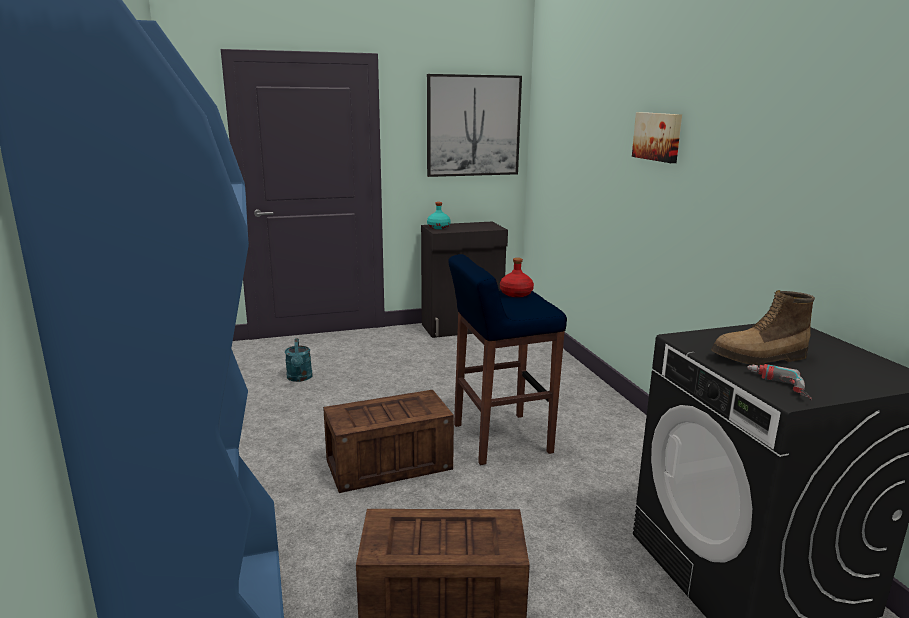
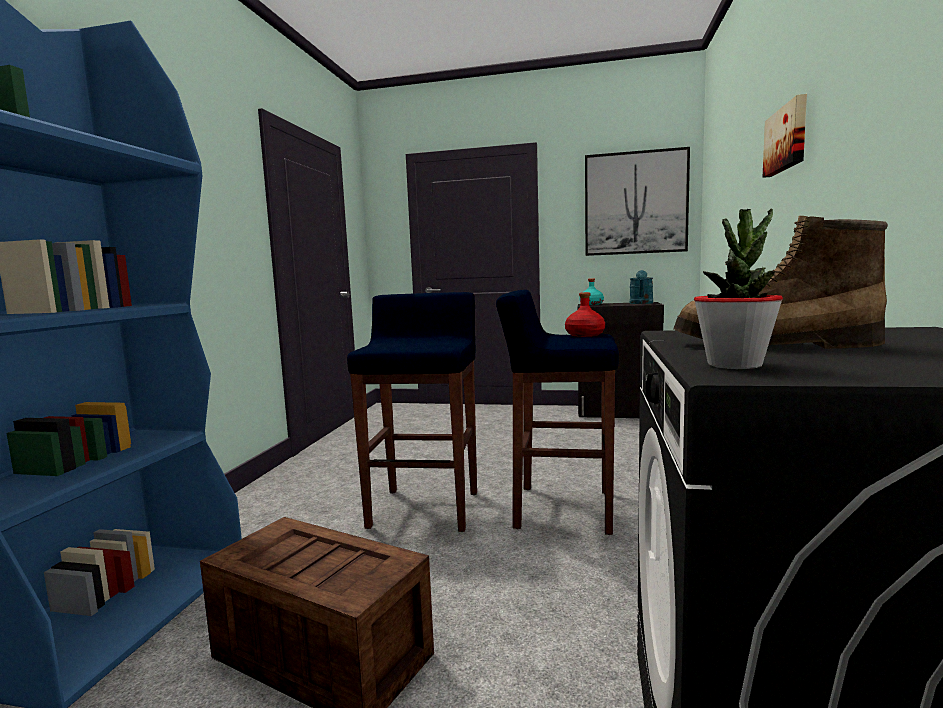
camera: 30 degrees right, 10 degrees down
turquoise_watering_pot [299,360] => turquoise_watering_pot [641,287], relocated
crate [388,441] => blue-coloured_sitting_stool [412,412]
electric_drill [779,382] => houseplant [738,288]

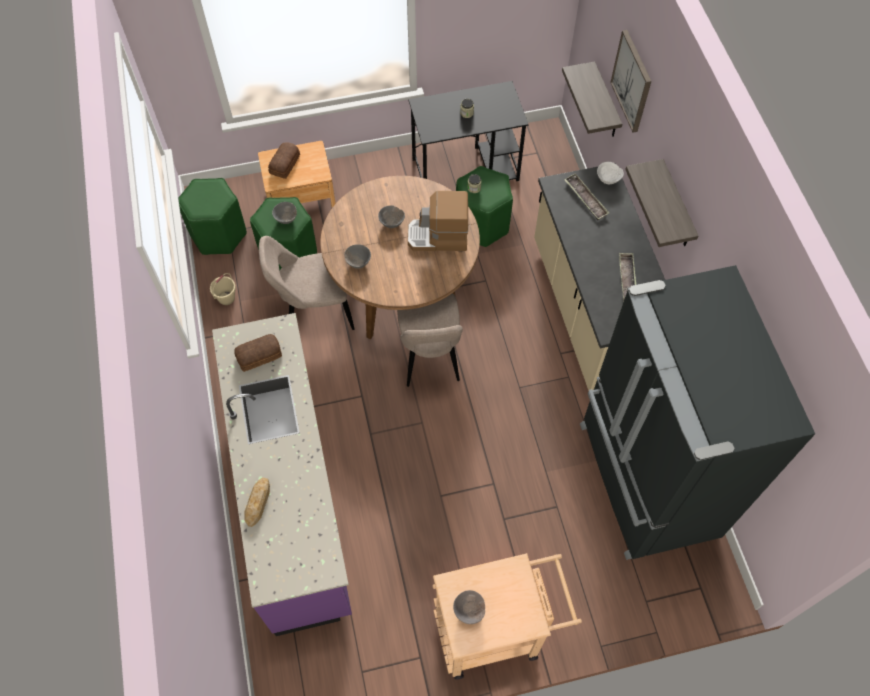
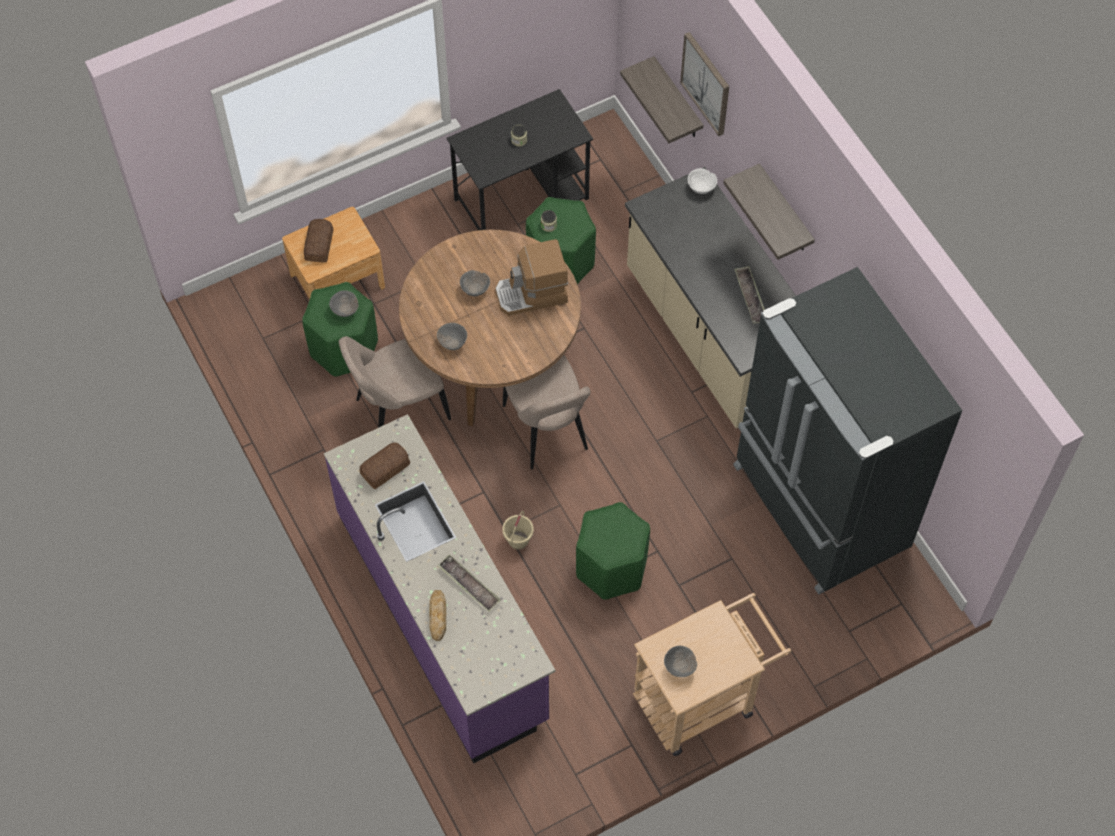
camera: 15 degrees left, 0 degrees up
green-coloured_sitting_stool [212,216] => green-coloured_sitting_stool [613,551], relocated
beige-coloured_water_bucket [223,289] => beige-coloured_water_bucket [518,530], relocated
serving_tray [586,197] => serving_tray [469,583], relocated

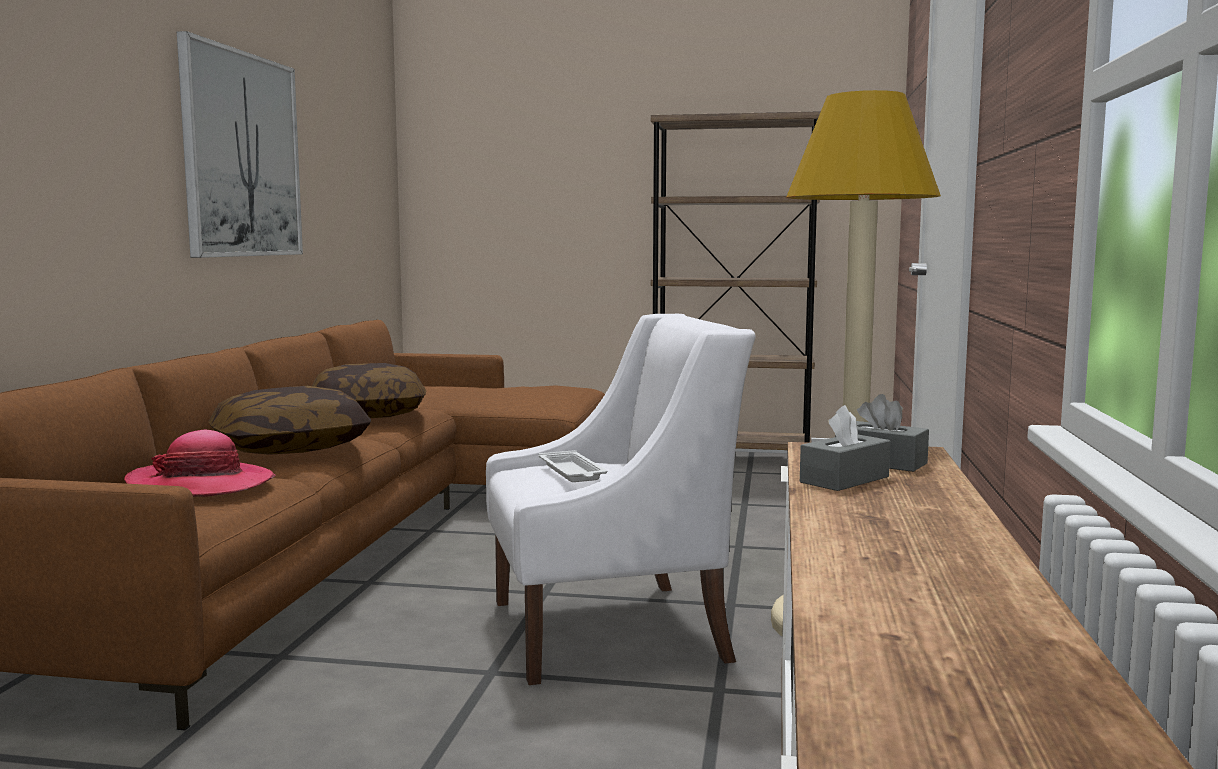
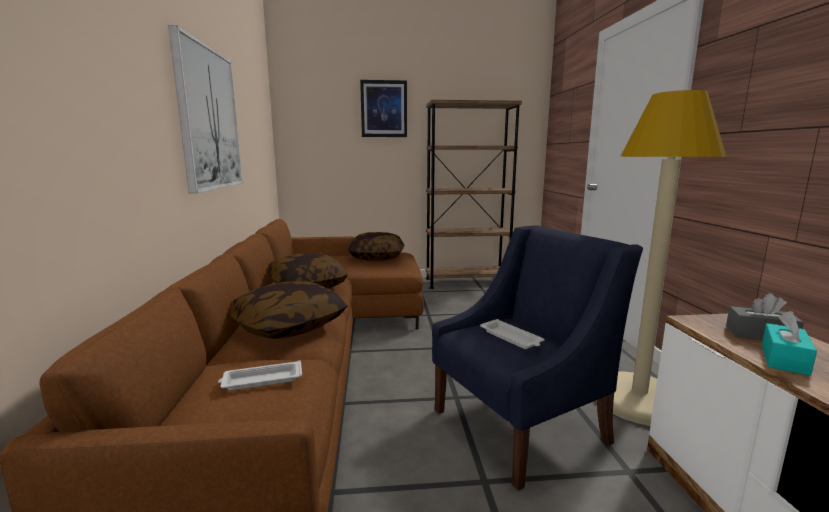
camera: 15 degrees left, 5 degrees up
nothing => cushion [376,246]
nothing => wall_picture [383,108]
wearable_hat [199,463] => white-coloured_serving_tray [260,375]
white-coloured_armchair [621,499] => blue-coloured_armchair [537,358]
greyish_tissue_box [845,448] => turquoise_tissue_box [789,343]

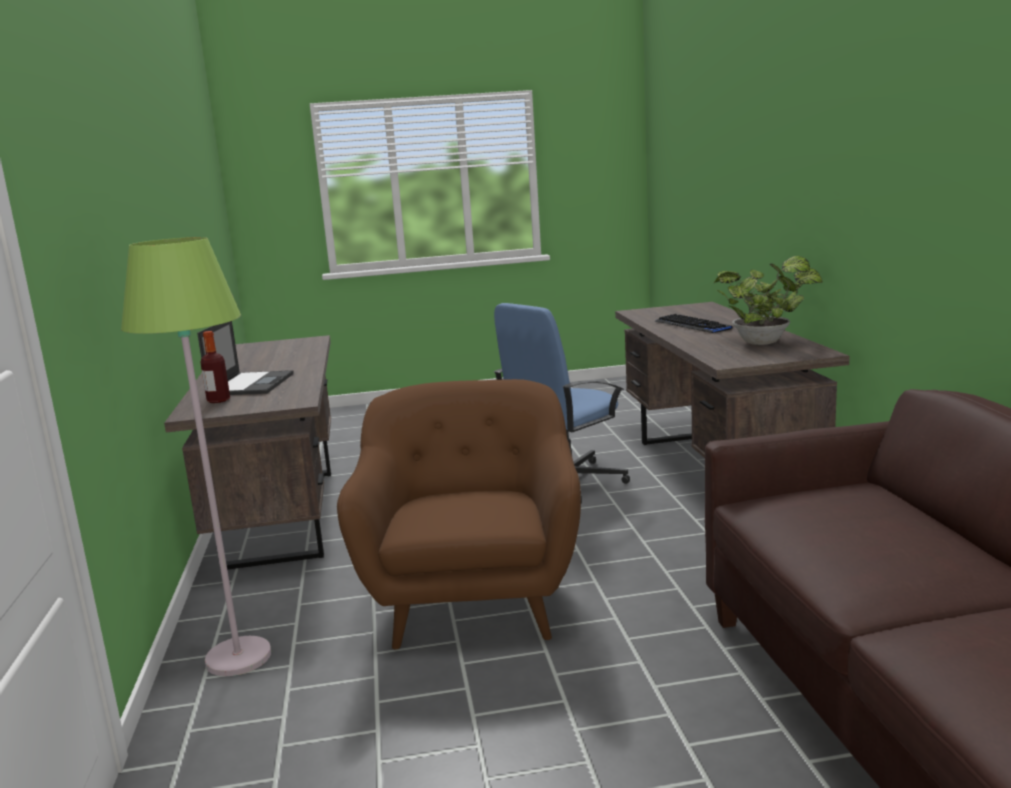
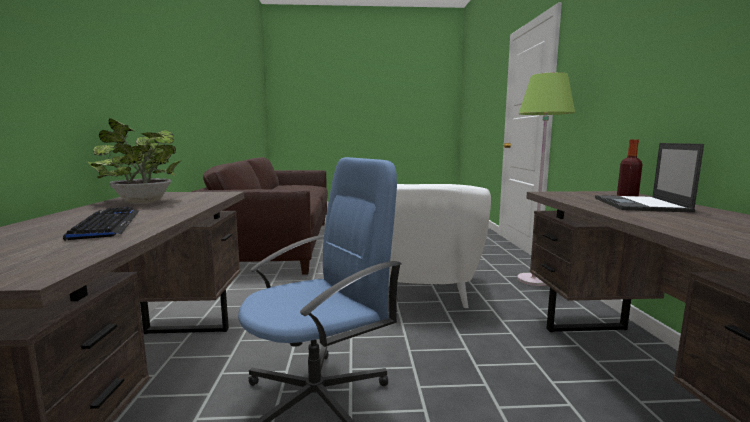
camera: 175 degrees left, 5 degrees down
brown-coloured_armchair [459,514] => white-coloured_armchair [439,246]

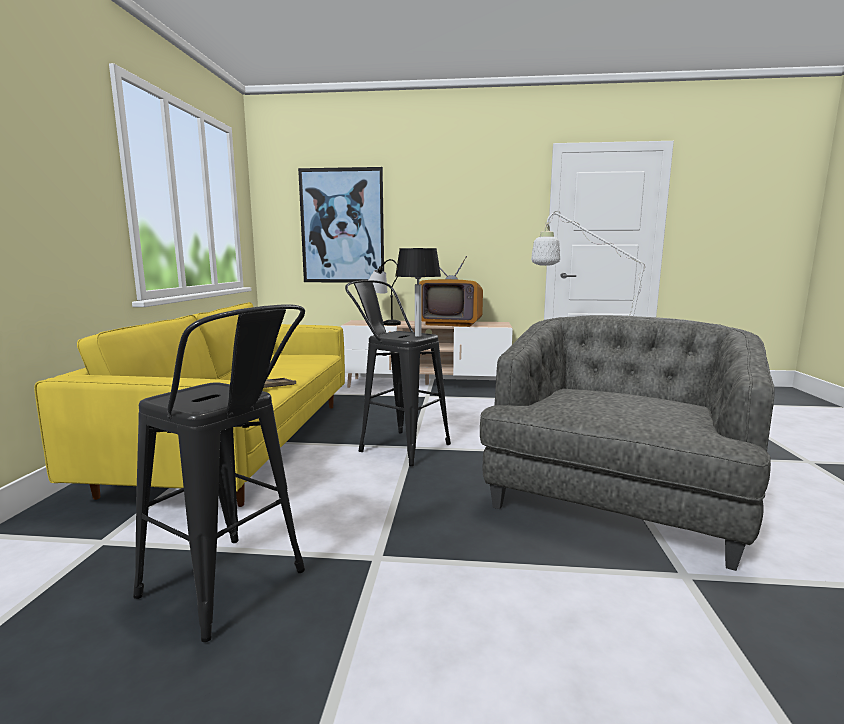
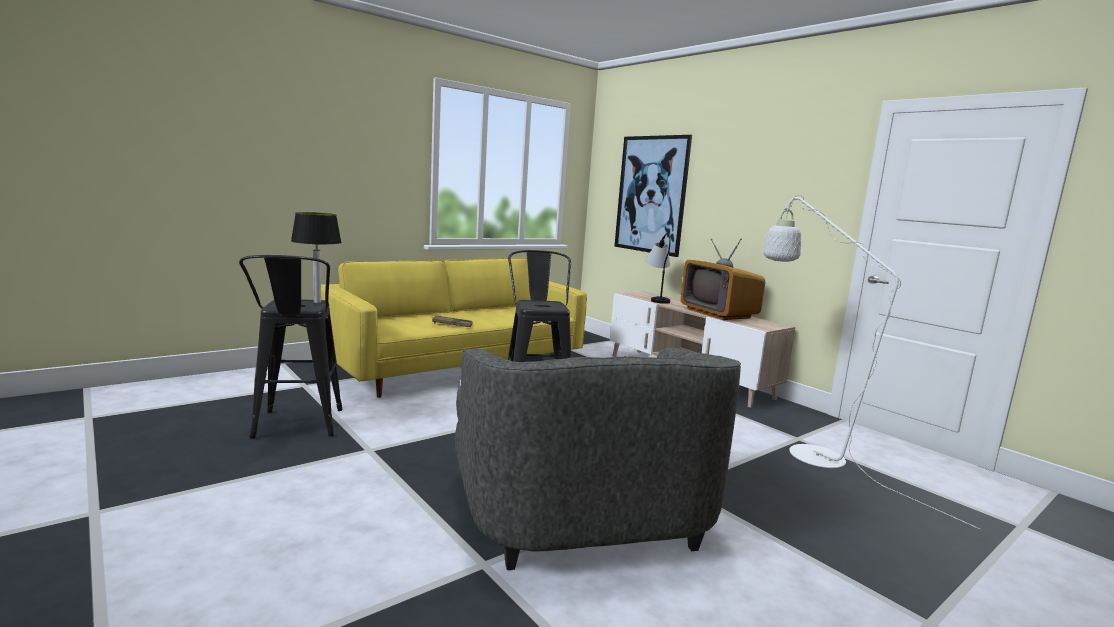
camera: 45 degrees right, 0 degrees up
table_lamp [418,292] => table_lamp [316,257], relocated
greyish_armchair [627,443] => greyish_armchair [598,459], 90 degrees clockwise

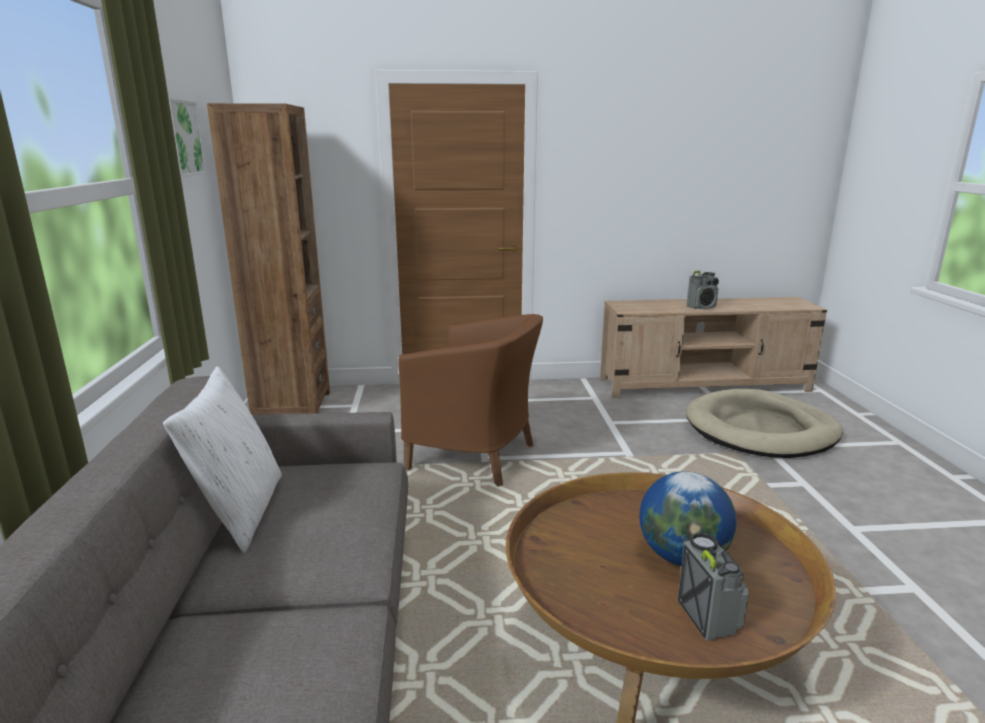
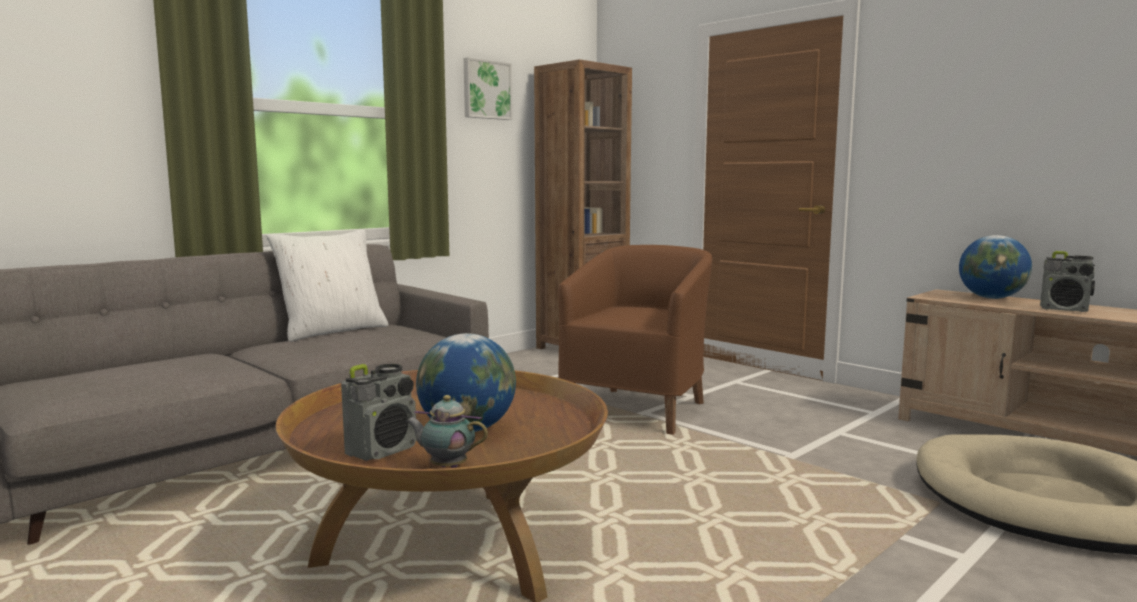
camera: 50 degrees right, 10 degrees down
nothing => pot_for_tea [447,431]
nothing => desk_globe [995,267]
brown-coloured_armchair [470,400] => brown-coloured_armchair [635,340], 135 degrees counterclockwise

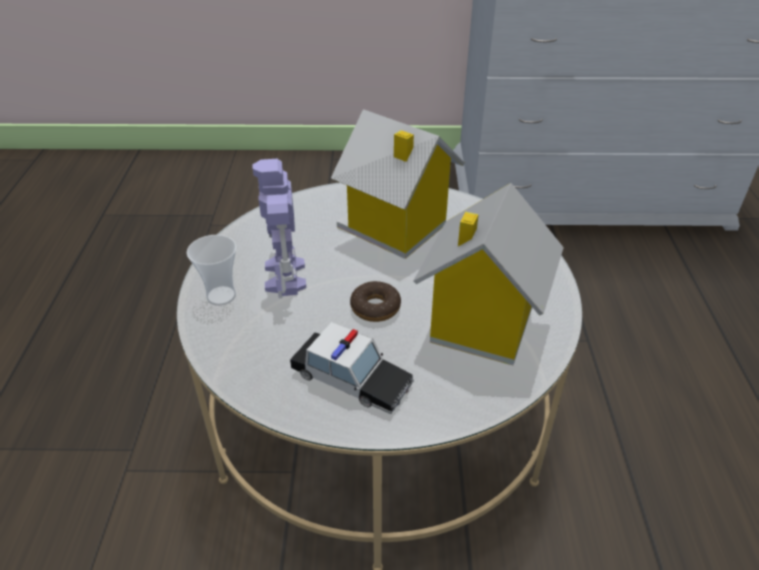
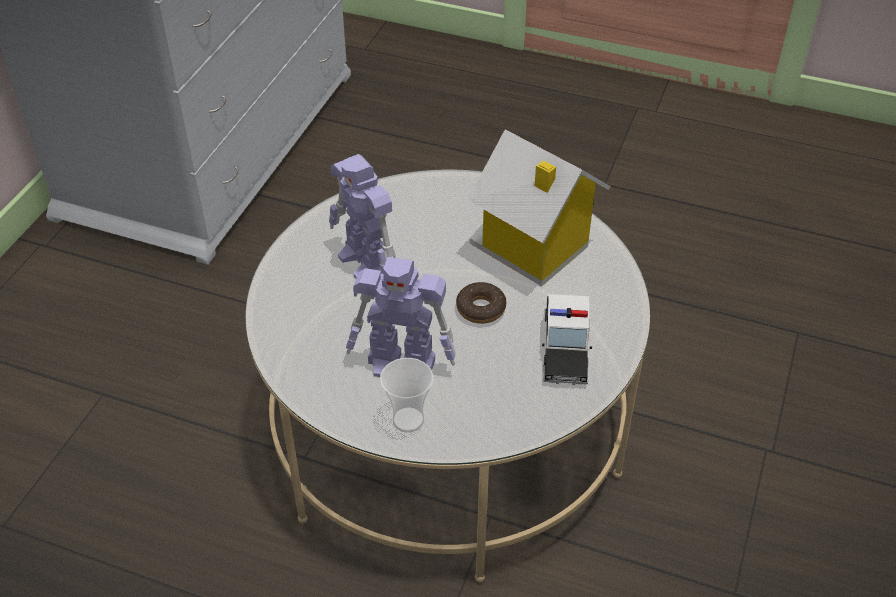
camera: 70 degrees left, 5 degrees up
model_house [397,184] => toy_robot [362,216]
toy_car [352,368] => toy_car [567,339], 135 degrees clockwise

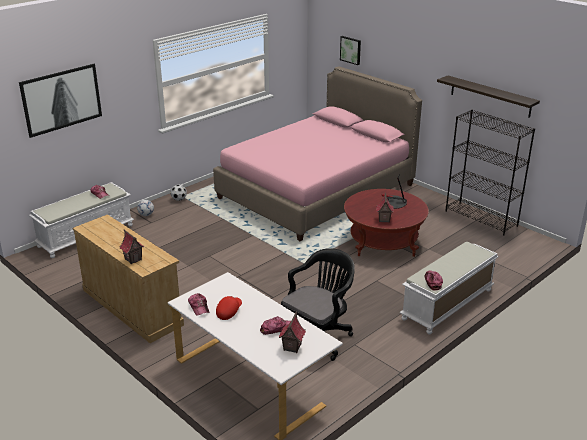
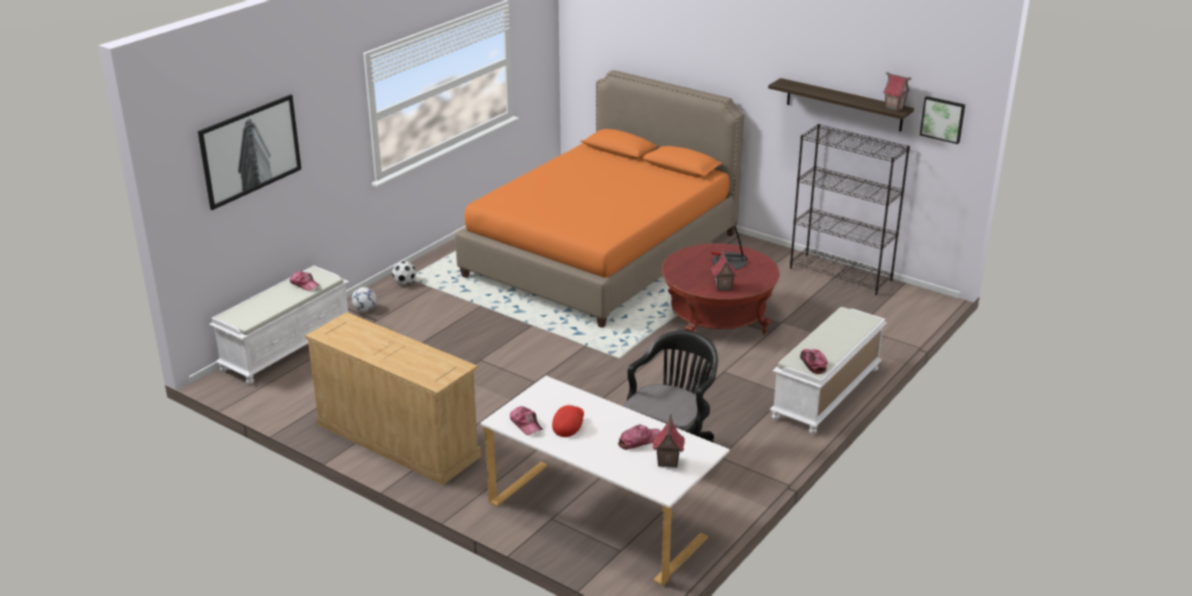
camera: 10 degrees left, 0 degrees up
model_house [132,246] => model_house [897,91], relocated
wall_picture [350,50] => wall_picture [942,120], relocated
pink_bedroom_bed [317,154] => orangey_bedroom_bed [599,199]

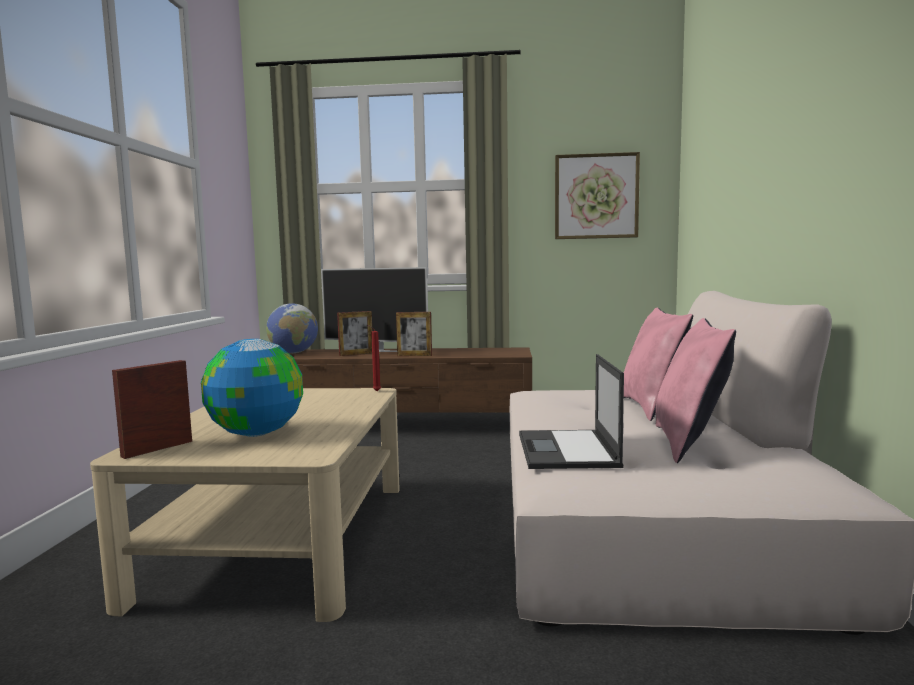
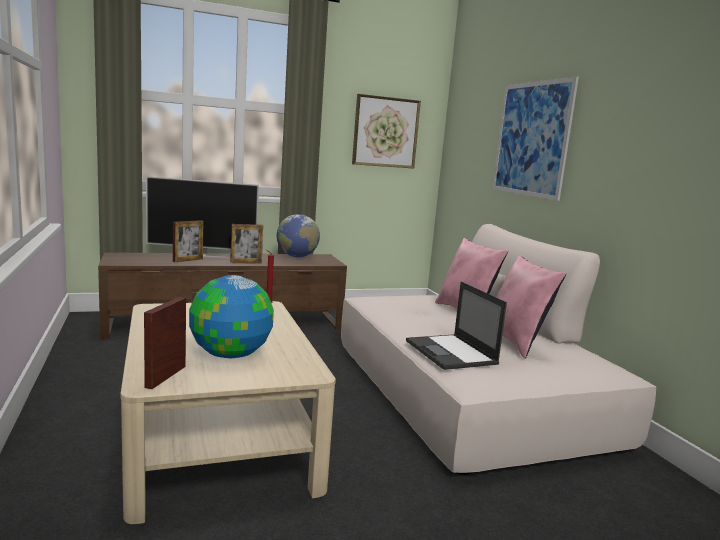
camera: 25 degrees left, 5 degrees up
nothing => wall_picture [535,138]
desk_globe [292,328] => desk_globe [298,236], relocated

